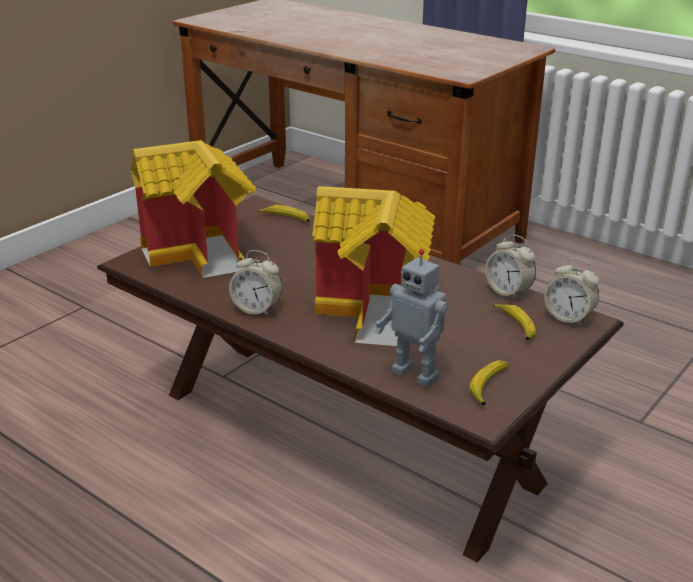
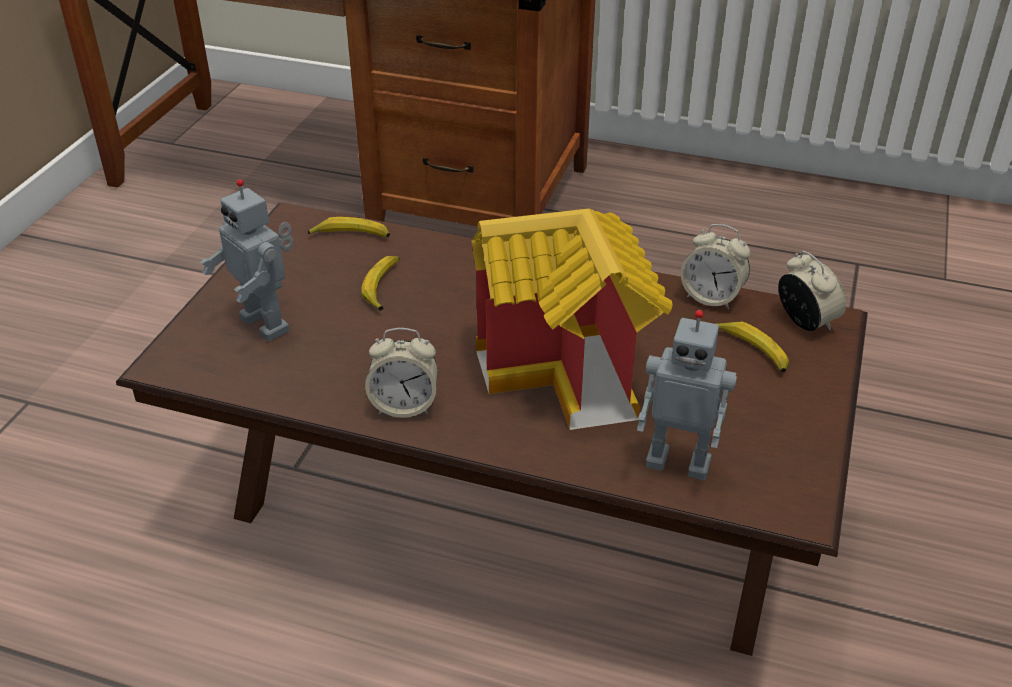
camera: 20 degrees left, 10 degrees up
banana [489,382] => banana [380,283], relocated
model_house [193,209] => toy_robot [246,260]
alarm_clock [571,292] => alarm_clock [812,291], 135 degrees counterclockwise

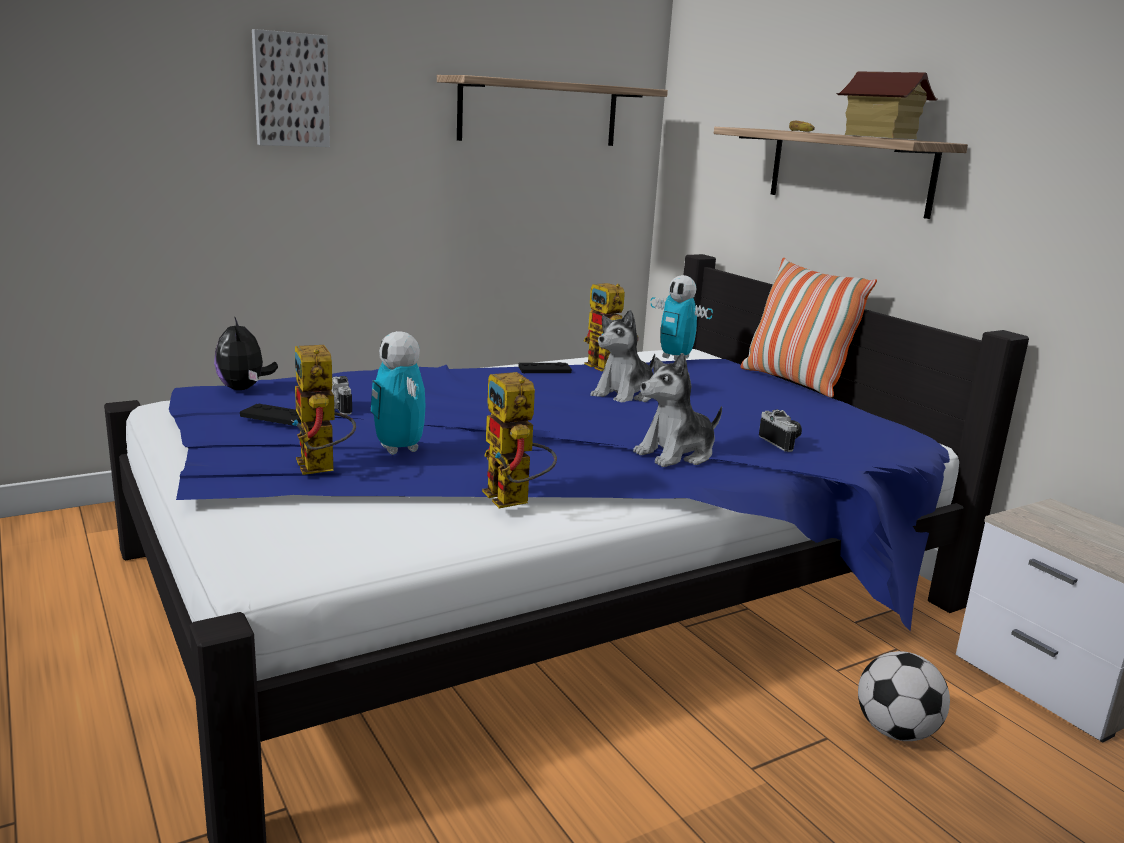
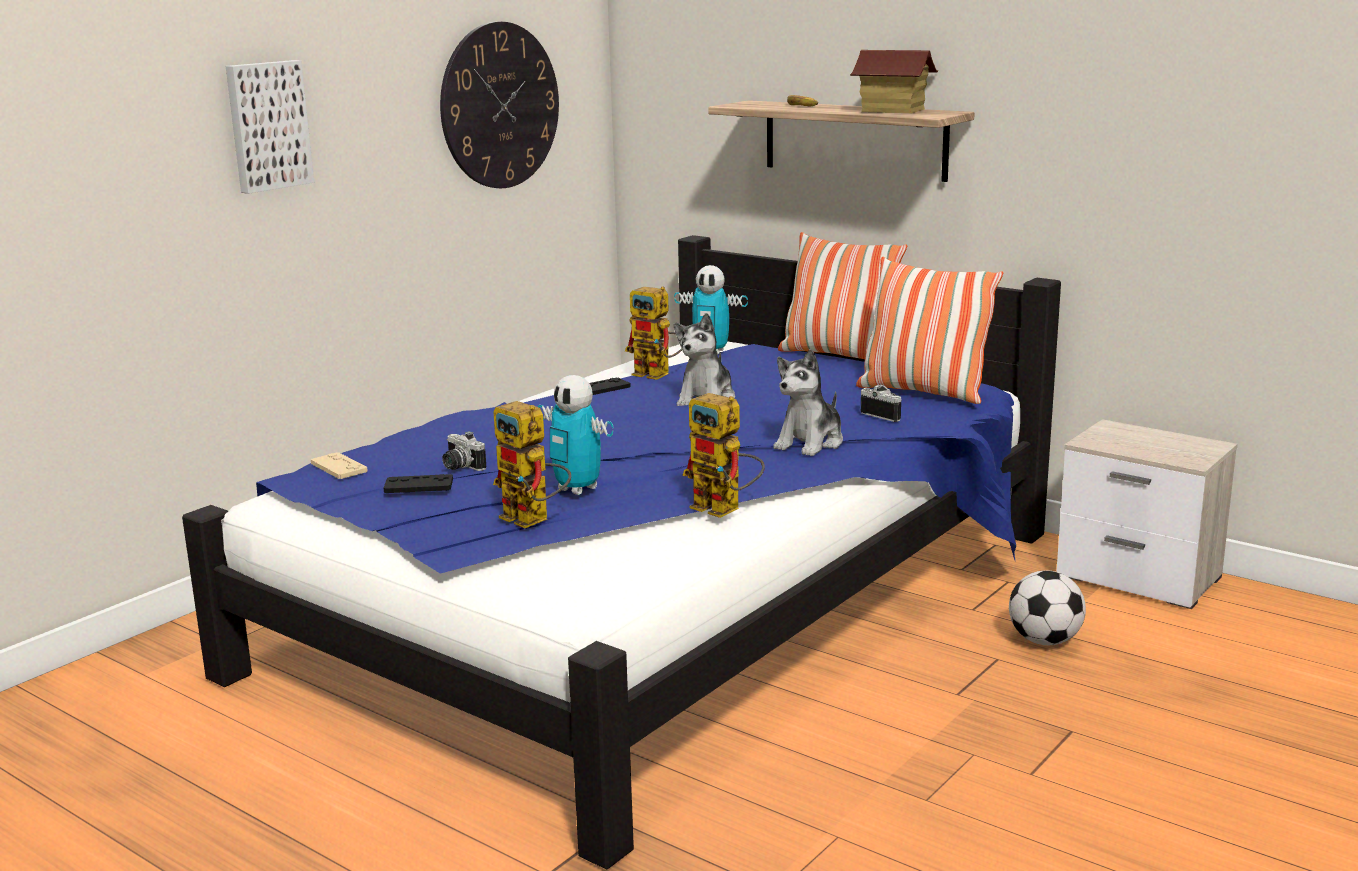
camera: 20 degrees left, 0 degrees up
nothing => cushion [929,330]
cuddly_toy [246,353] => beige-coloured_game_controller [339,465]
shelf [552,110] => wall_clock [499,104]

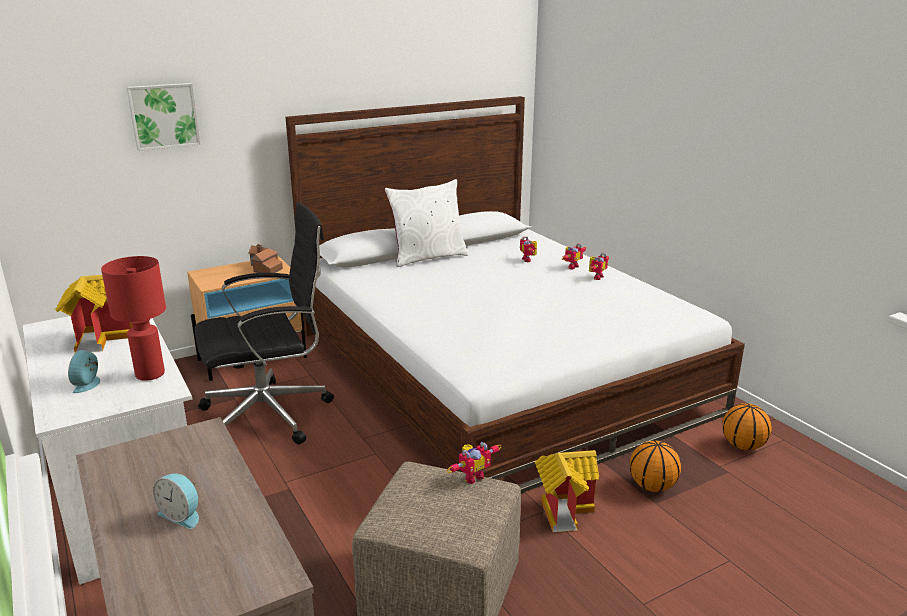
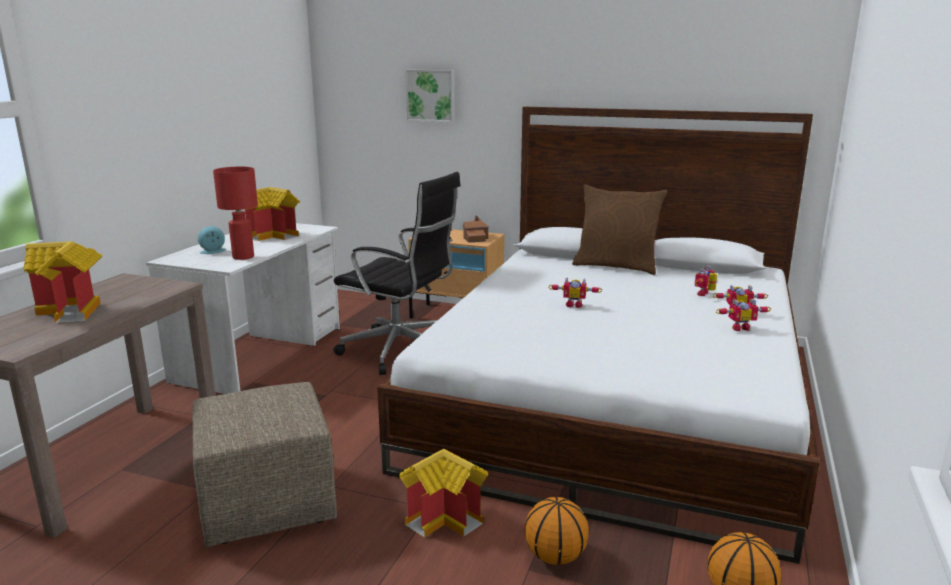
camera: 50 degrees right, 5 degrees down
toy_robot [474,463] => toy_robot [575,292], relocated
alarm_clock [176,501] => model_house [63,282]
white-coloured_cushion [426,223] => brown-coloured_cushion [620,229]

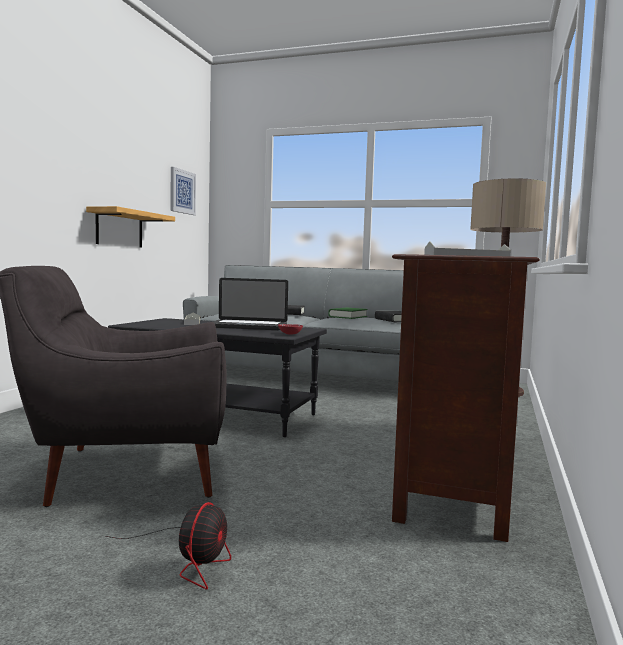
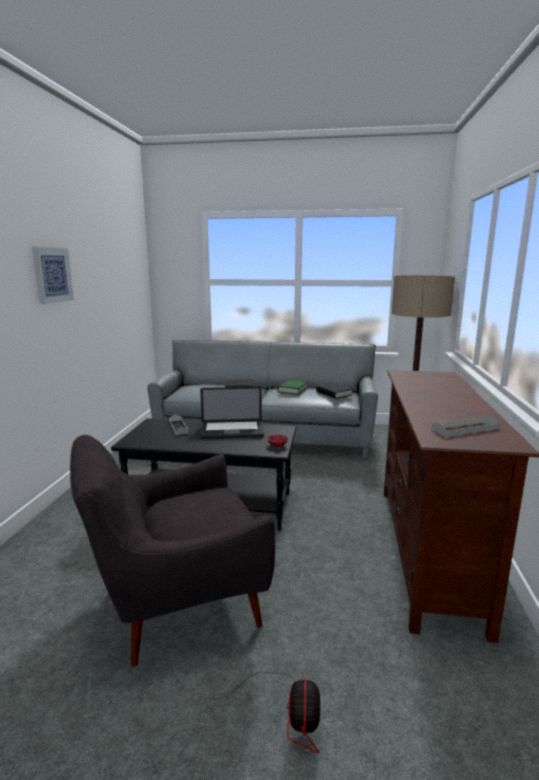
camera: 10 degrees left, 10 degrees up
shelf [130,227] => nothing
wall_picture [183,191] => wall_picture [53,275], relocated

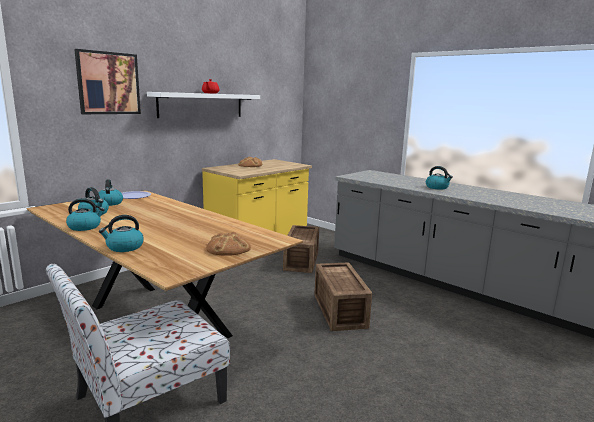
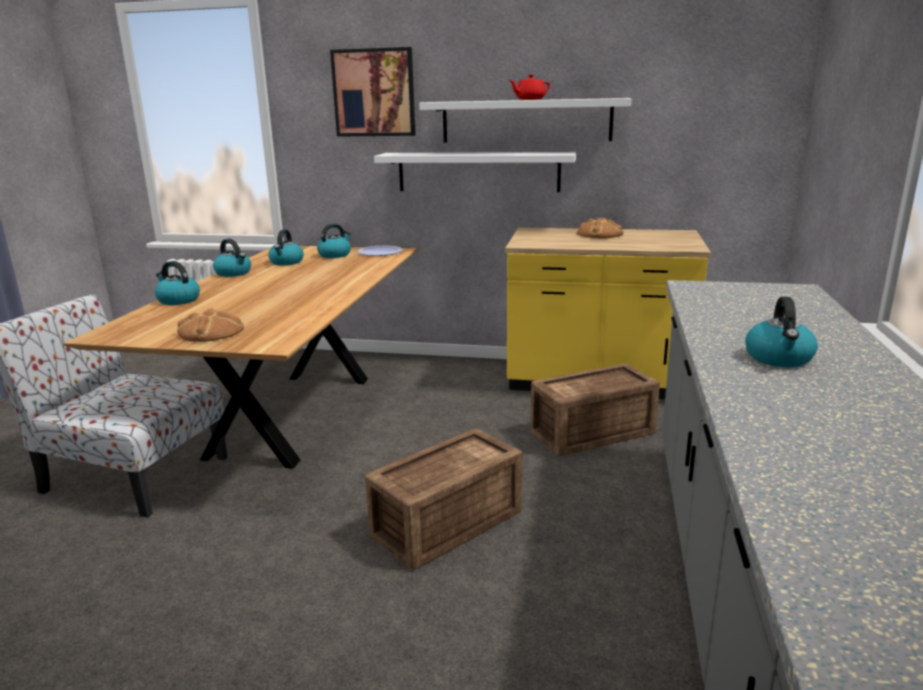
camera: 60 degrees right, 5 degrees up
nothing => white-coloured_shelf [475,172]

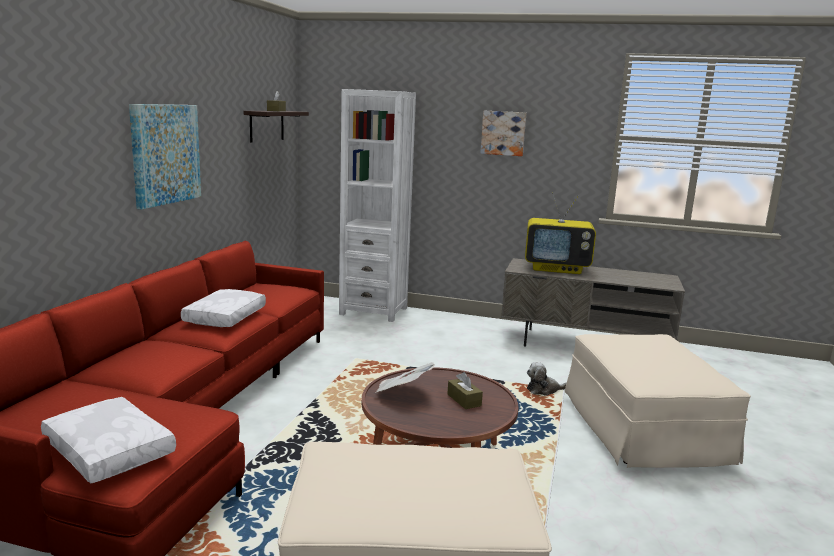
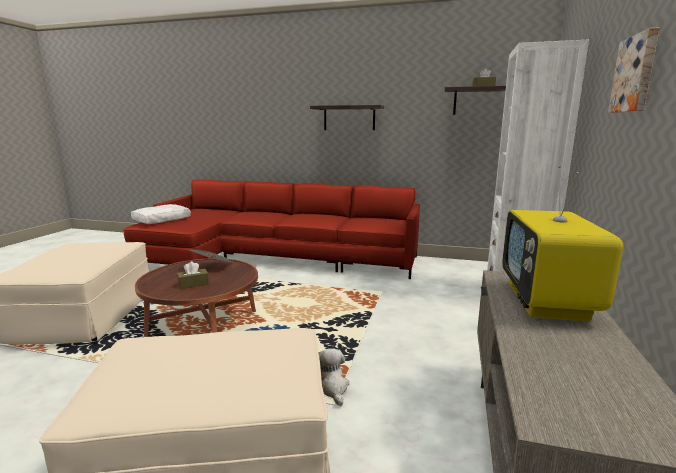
camera: 90 degrees right, 0 degrees up
white-coloured_cushion [223,308] => nothing
wall_picture [165,156] => shelf [347,117]

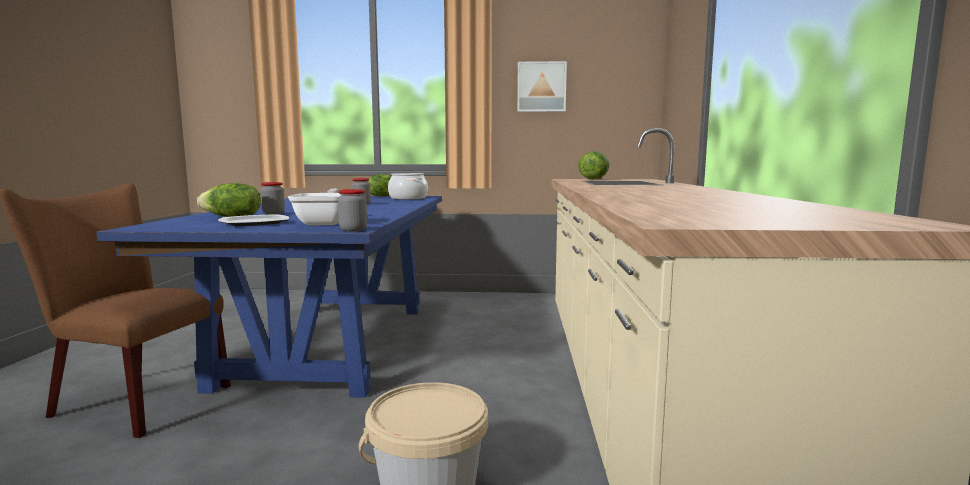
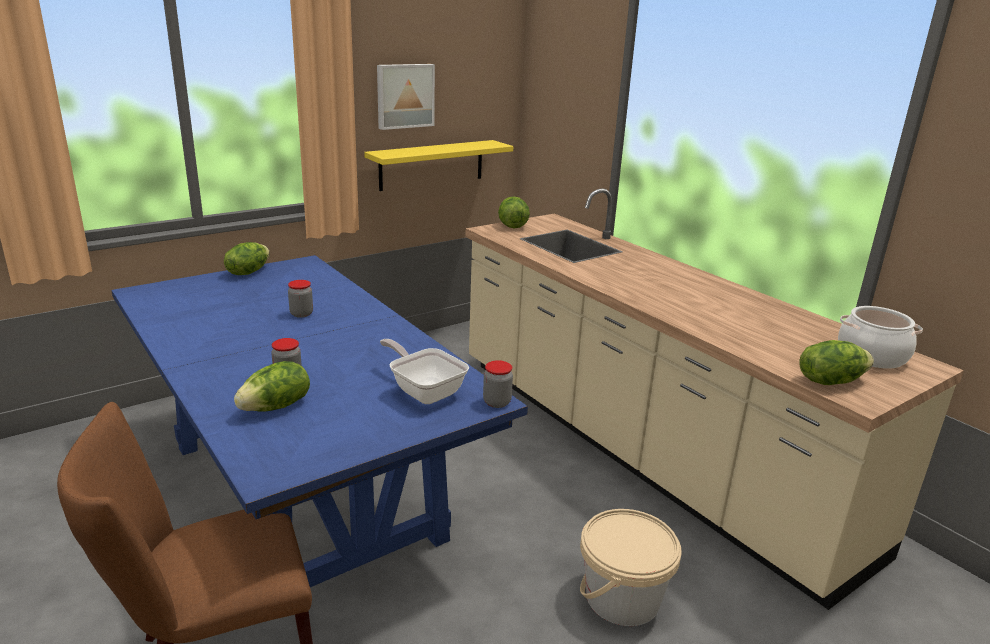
camera: 40 degrees left, 15 degrees up
plate [253,220] => nothing
nothing => yellowish_shelf [438,165]
nothing => lettuce_head [836,362]
saucepot [408,186] => saucepot [880,337], relocated

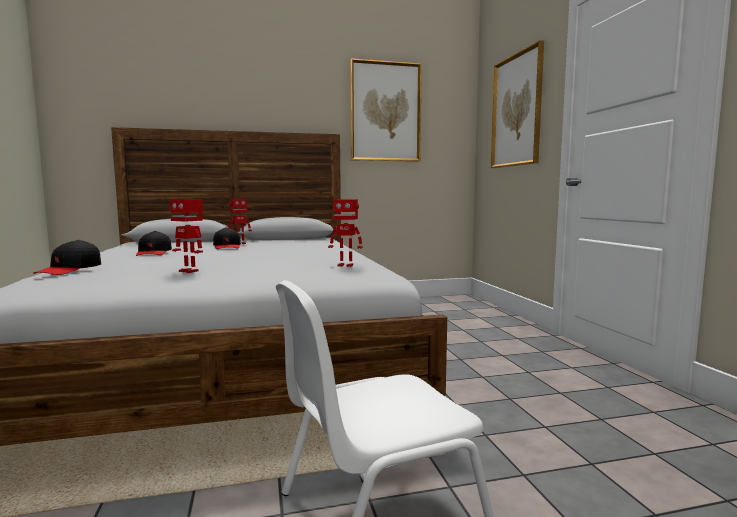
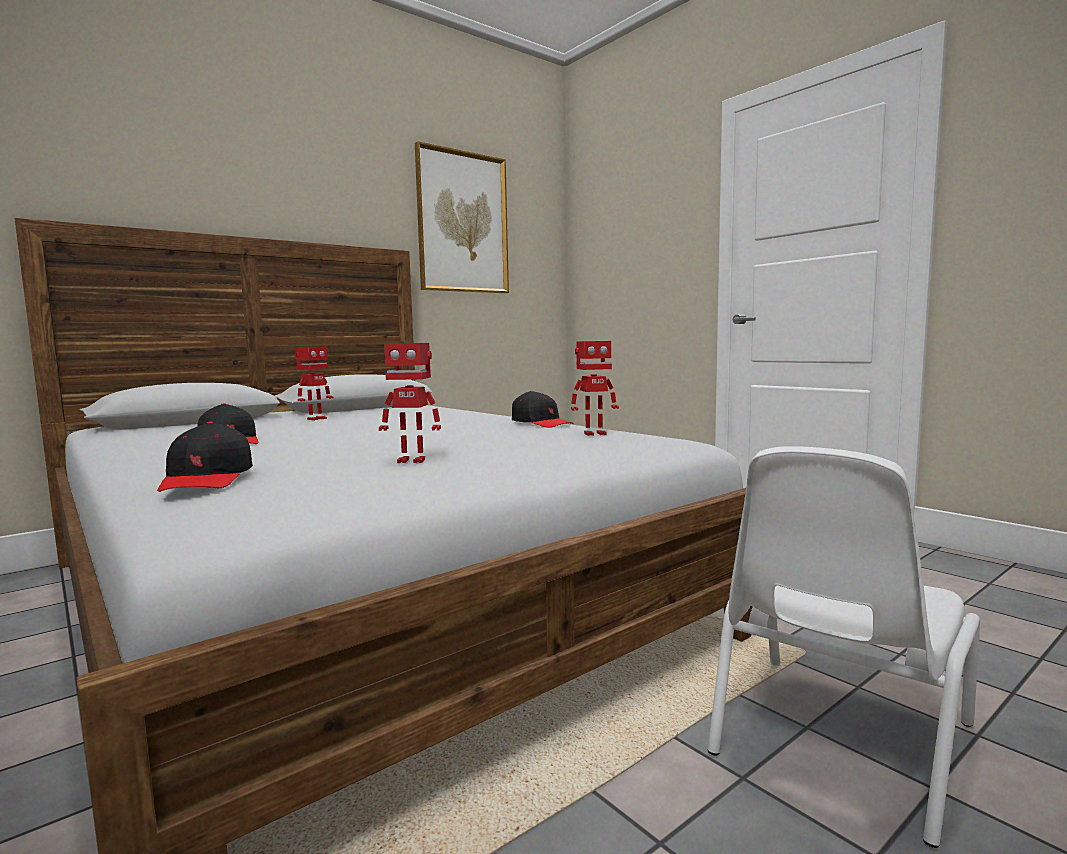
camera: 25 degrees left, 0 degrees up
wall_picture [517,104] => nothing
black_cap [227,238] => black_cap [543,409], relocated

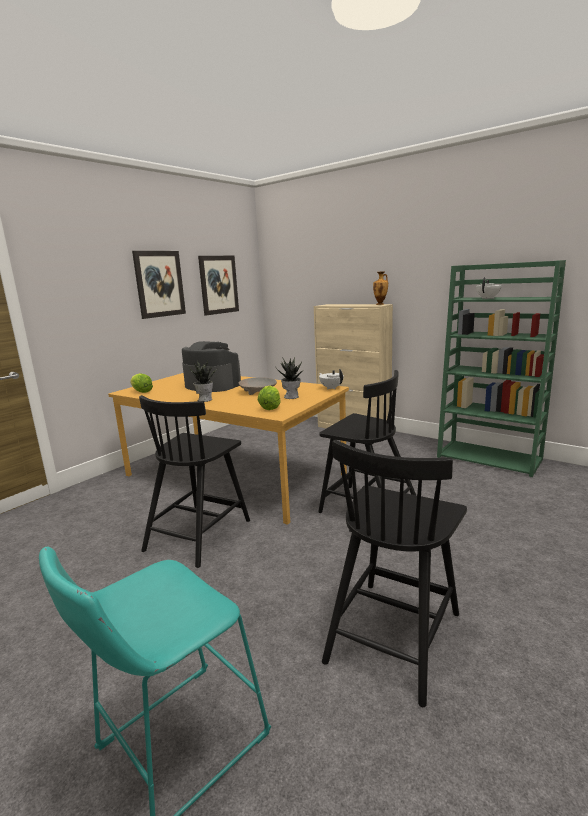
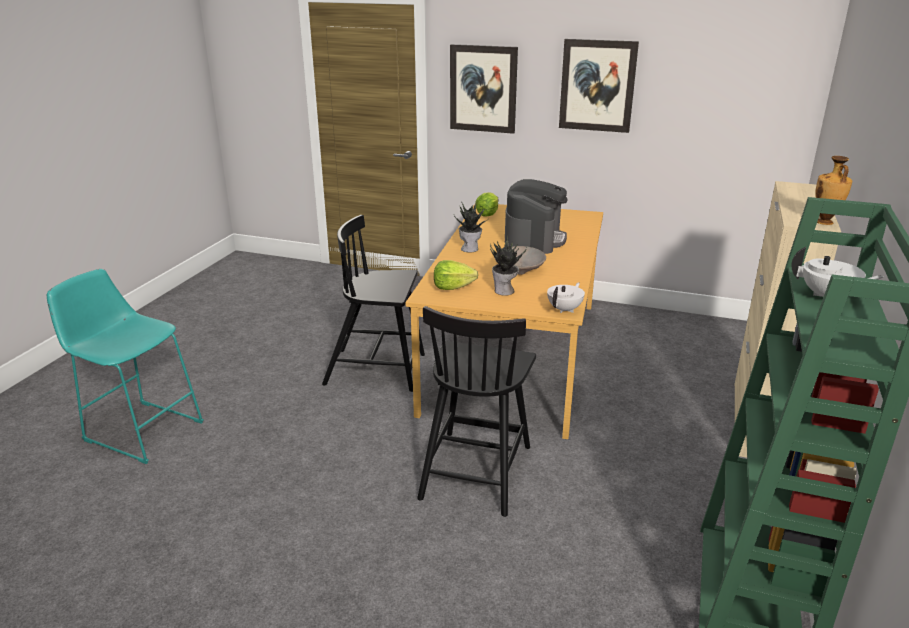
camera: 70 degrees right, 10 degrees up
black_chair [394,573] => nothing
wall_picture [218,286] => wall_picture [484,89], relocated

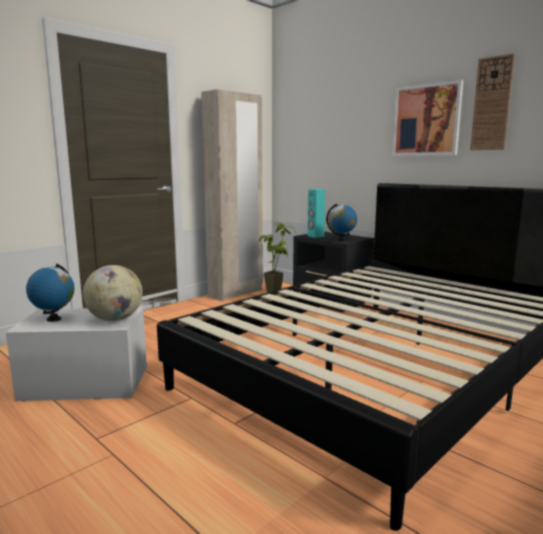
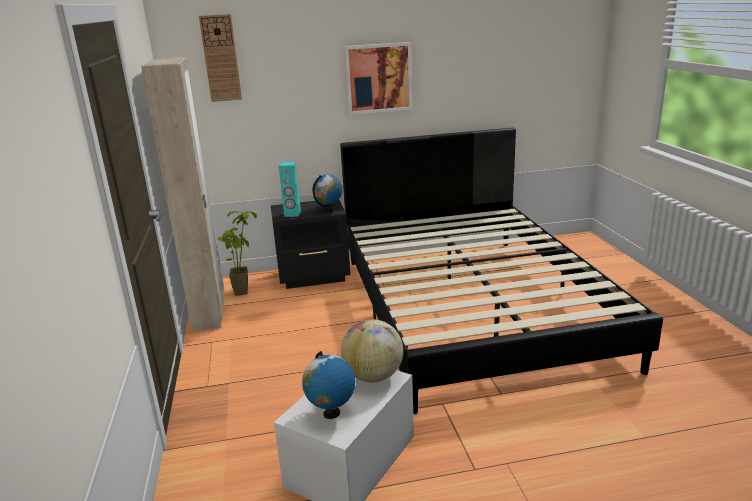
camera: 55 degrees left, 10 degrees up
wall_clock [492,101] => wall_clock [220,58], relocated

